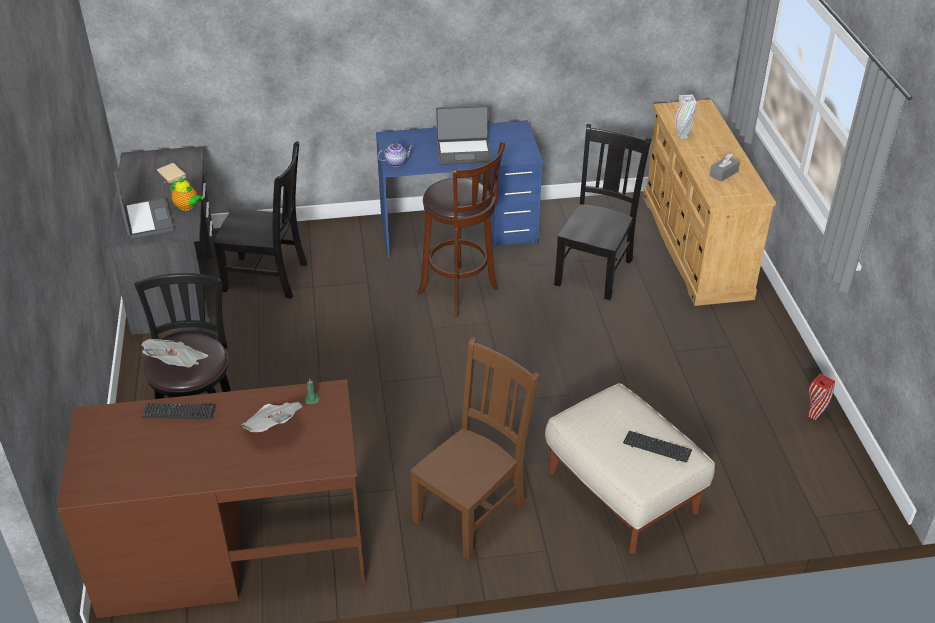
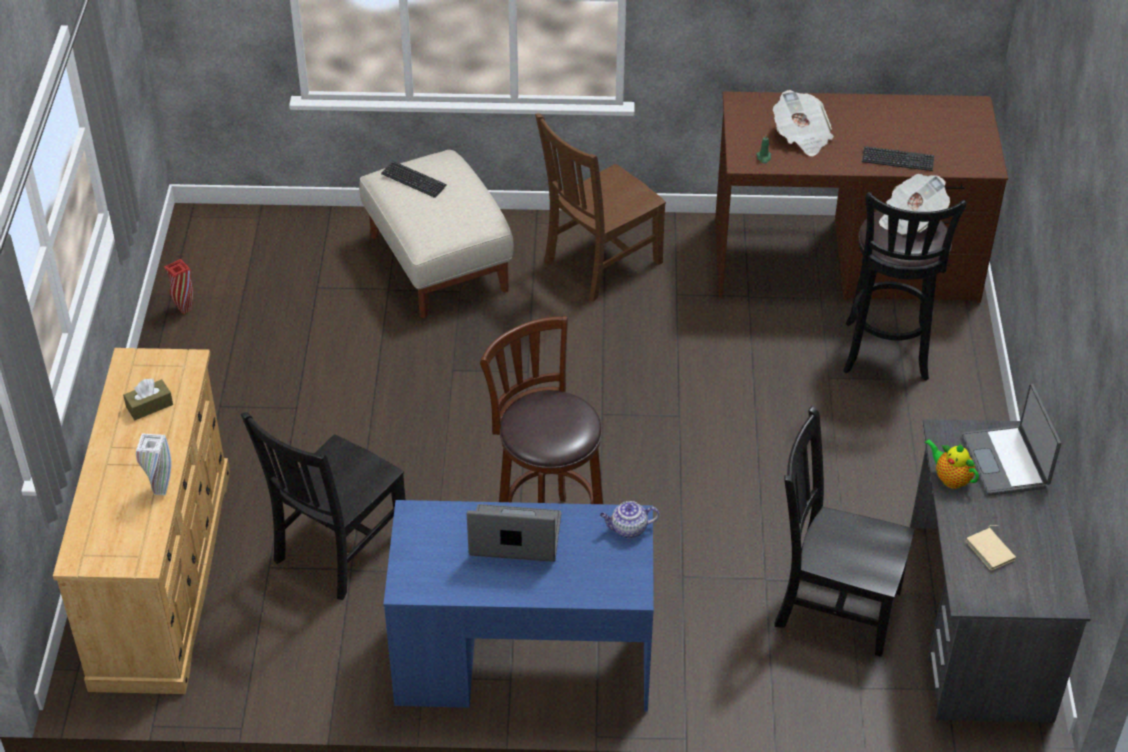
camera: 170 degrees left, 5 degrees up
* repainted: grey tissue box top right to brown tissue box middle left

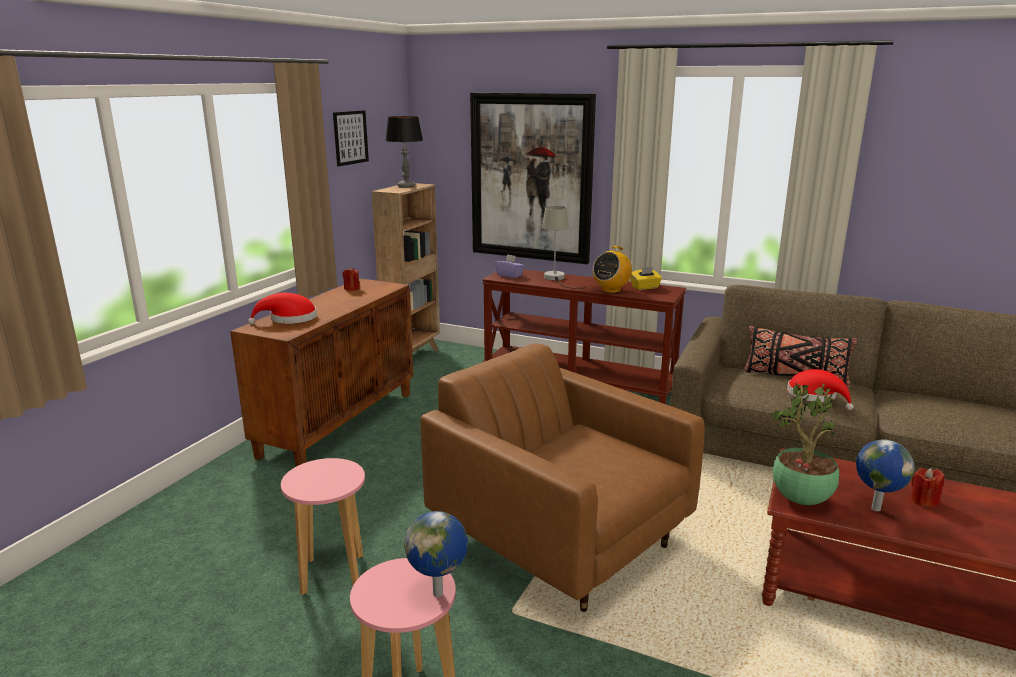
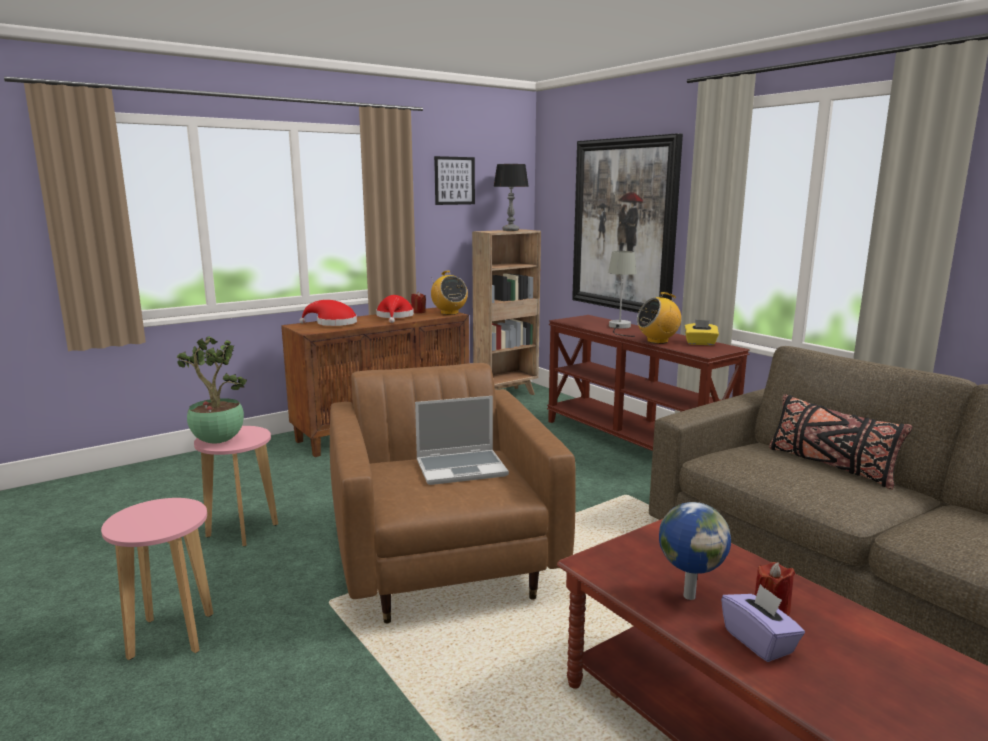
camera: 30 degrees right, 5 degrees down
* gone: globe (no. 1 from left) bottom centre
* shifted: purple tissue box centre to bottom right
* shifted: potted plant middle right to middle left
* shifted: red hat (no. 2 from left) middle right to centre
* new: laptop centre
* new: radio (no. 1 from left) centre

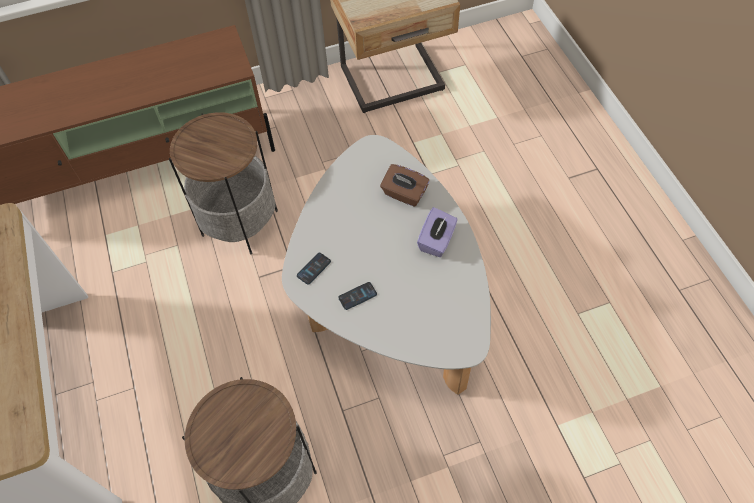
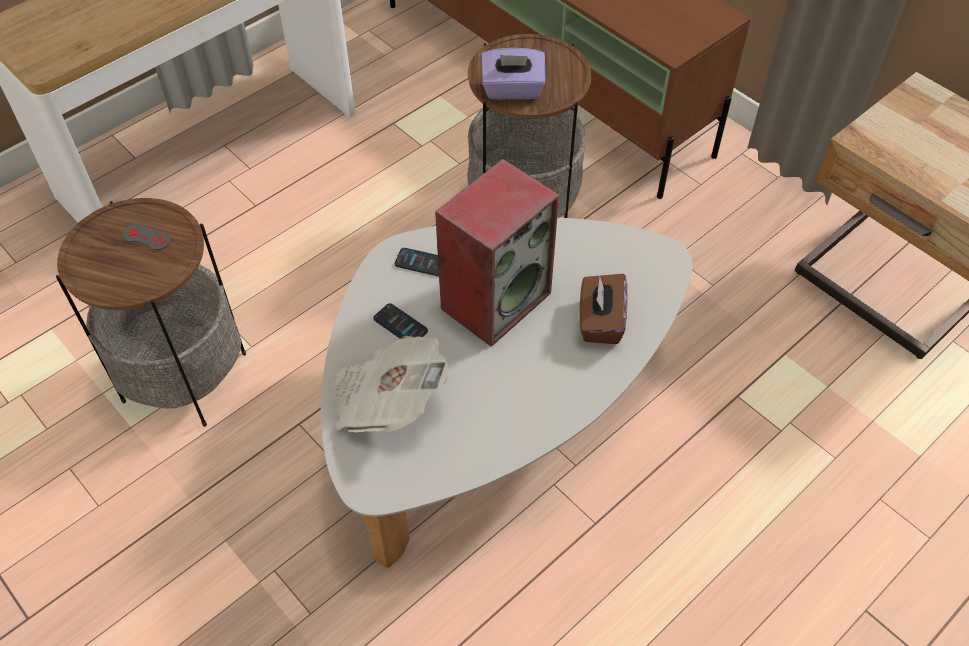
camera: 65 degrees right, 5 degrees down
* shifted: purple tissue box centre to top centre
* new: grey game controller middle left
* new: newspaper centre
* new: speaker centre

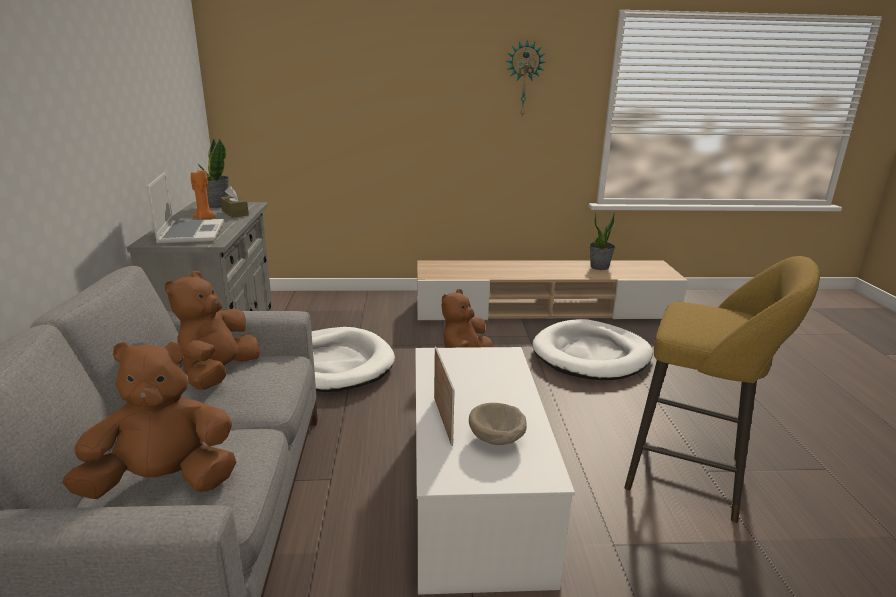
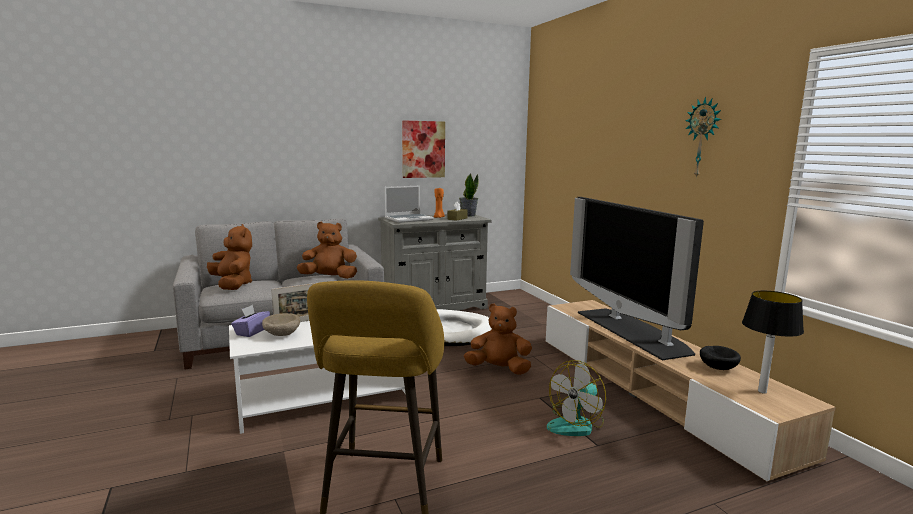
camera: 70 degrees right, 10 degrees down
* swapped: white dog bed (no. 2 from left) centre to fan bottom centre
* swapped: potted plant (no. 2 from left) middle right to black bowl bottom right
* new: purple tissue box middle left
* new: picture top centre
* new: television middle right
* new: table lamp middle right

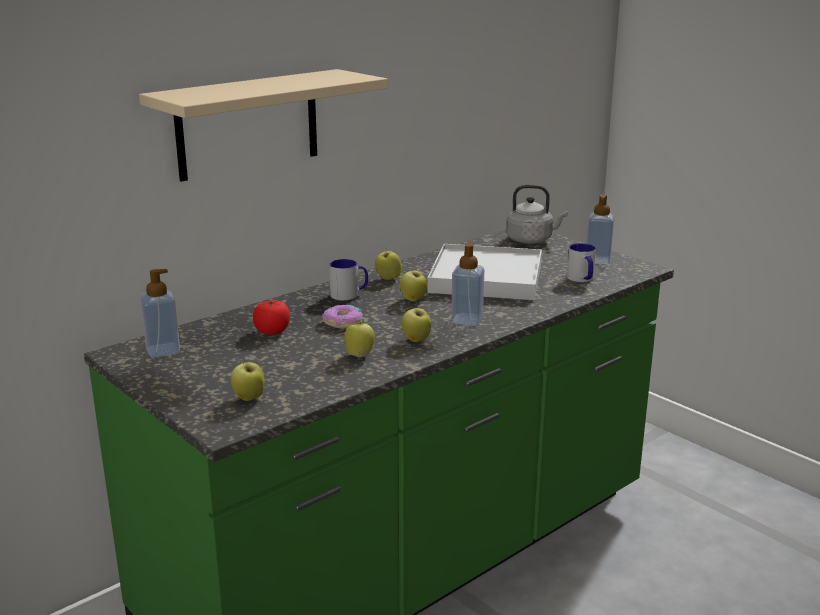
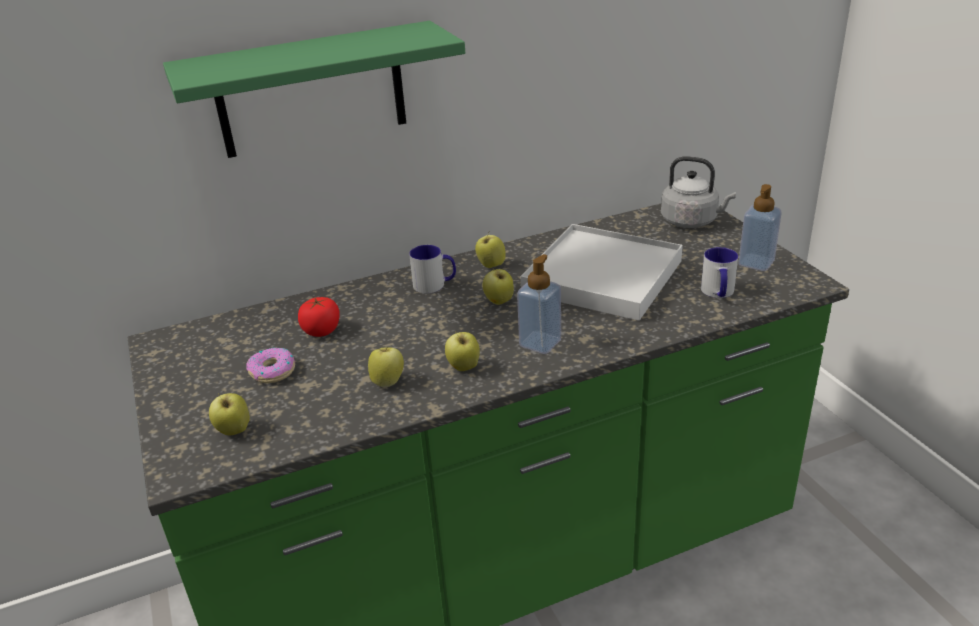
camera: 20 degrees right, 10 degrees up
* repainted: beige shelf top left to green shelf top left
* gone: soap dispenser (no. 1 from left) middle left
* shifted: donut centre to middle left

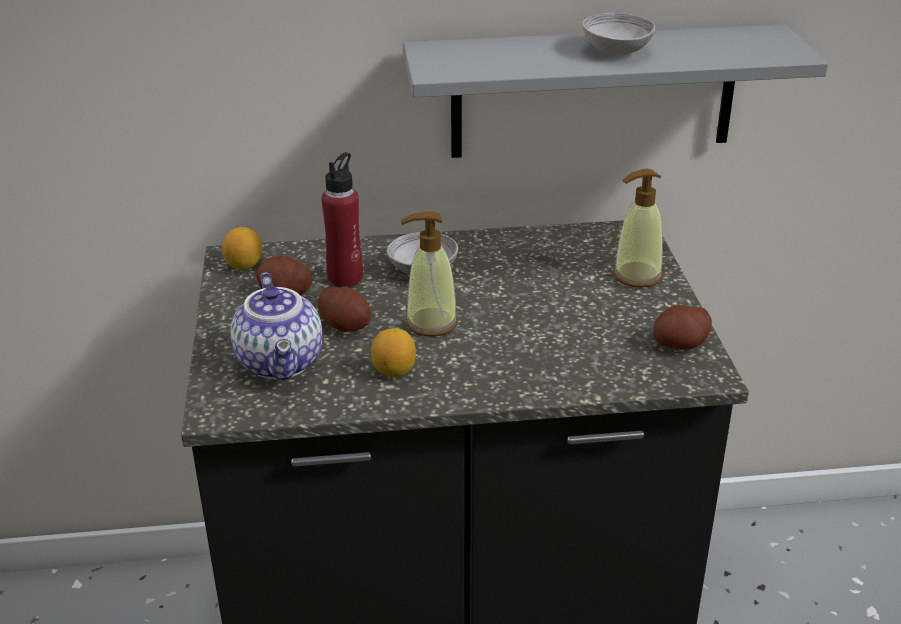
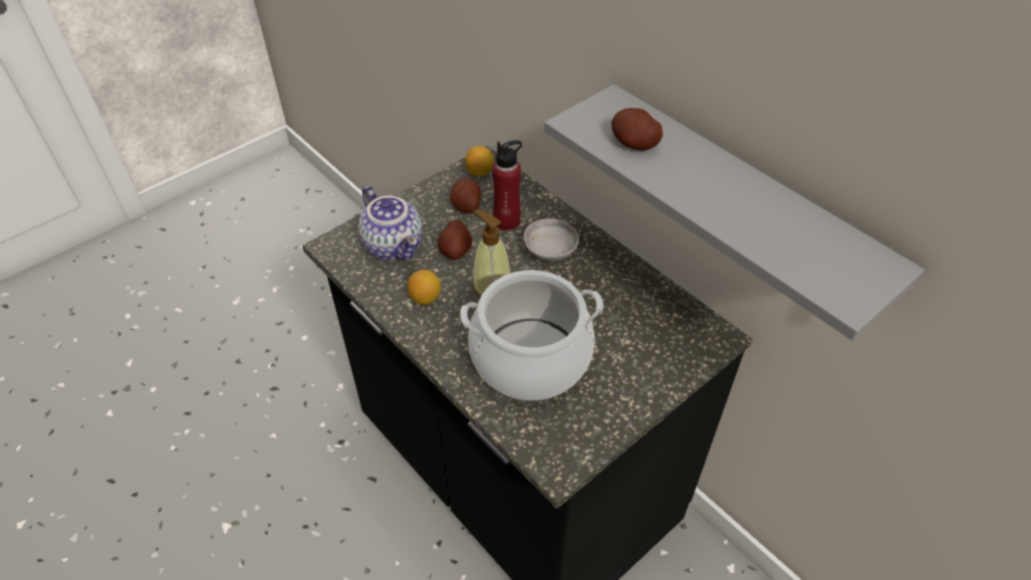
camera: 55 degrees right, 15 degrees up
* rotated: teapot middle left = centre 75 degrees counterclockwise
* gone: grey bowl (no. 2 from left) top right
* gone: soap dispenser (no. 2 from left) middle right
* shifted: potato (no. 3 from left) middle right to top centre
* new: cooking pot centre

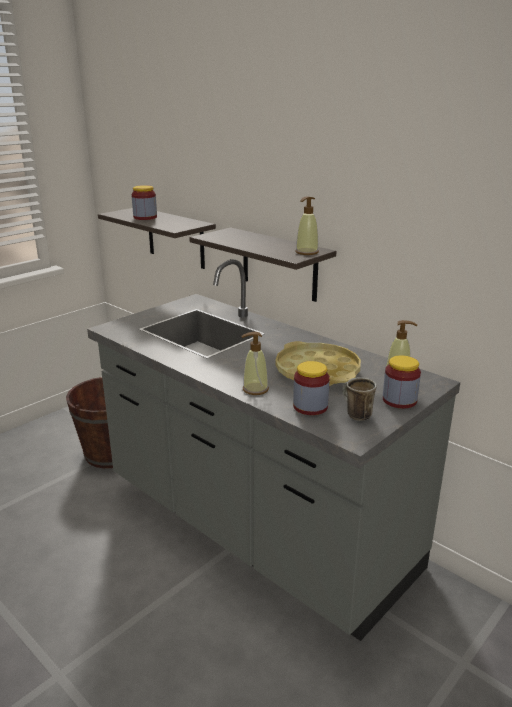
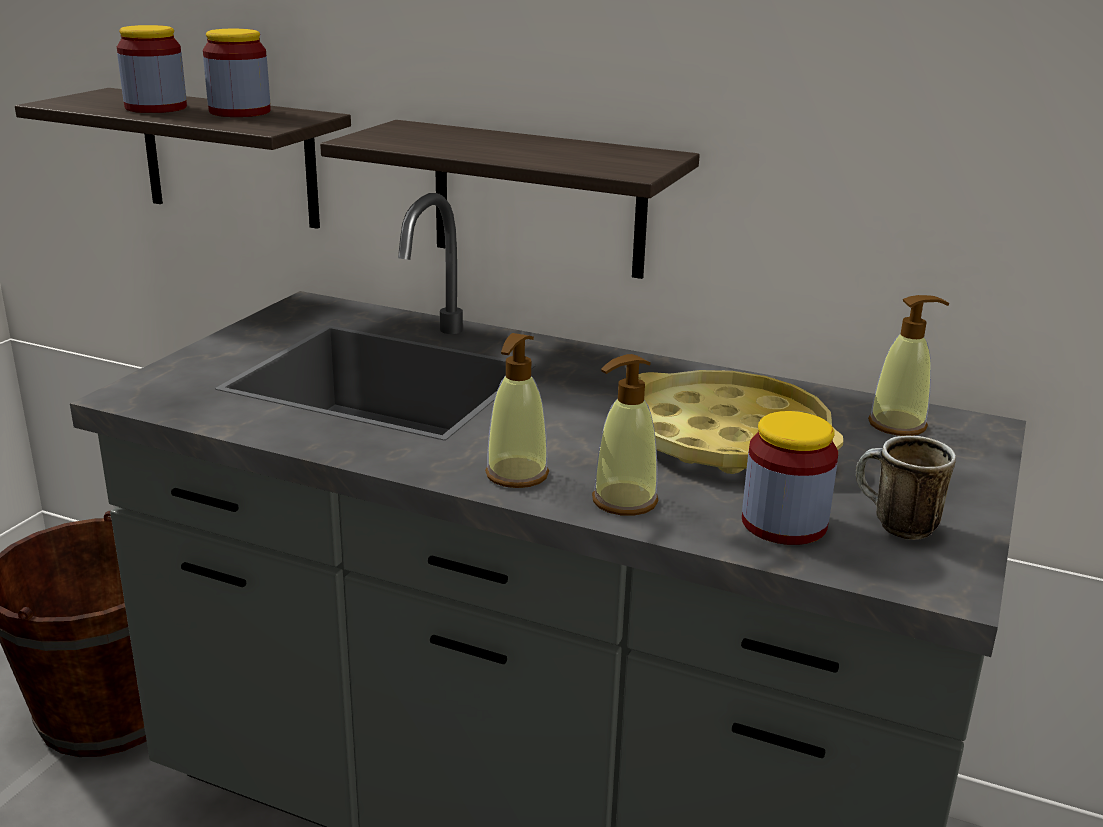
camera: 20 degrees left, 0 degrees up
* shifted: soap dispenser (no. 2 from left in the first image) top centre to soap dispenser (no. 1 from left) centre
* shifted: jar (no. 3 from left in the first image) middle right to jar (no. 2 from left) top left

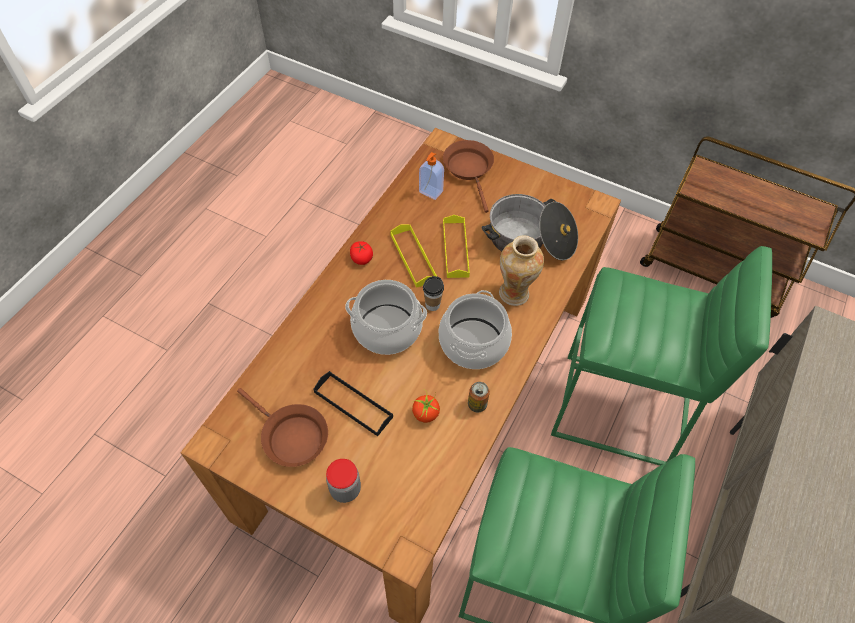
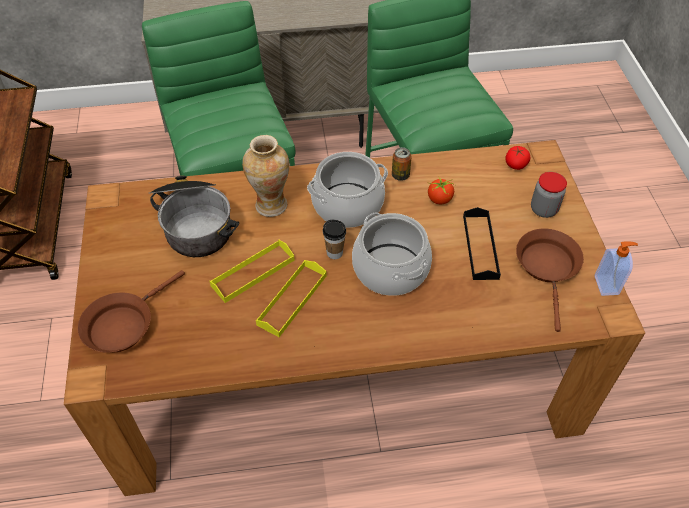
camera: 125 degrees left, 5 degrees down
* shifted: tomato (no. 1 from left in the first image) centre to tomato (no. 2 from left) top right
* shifted: soap dispenser top centre to middle right

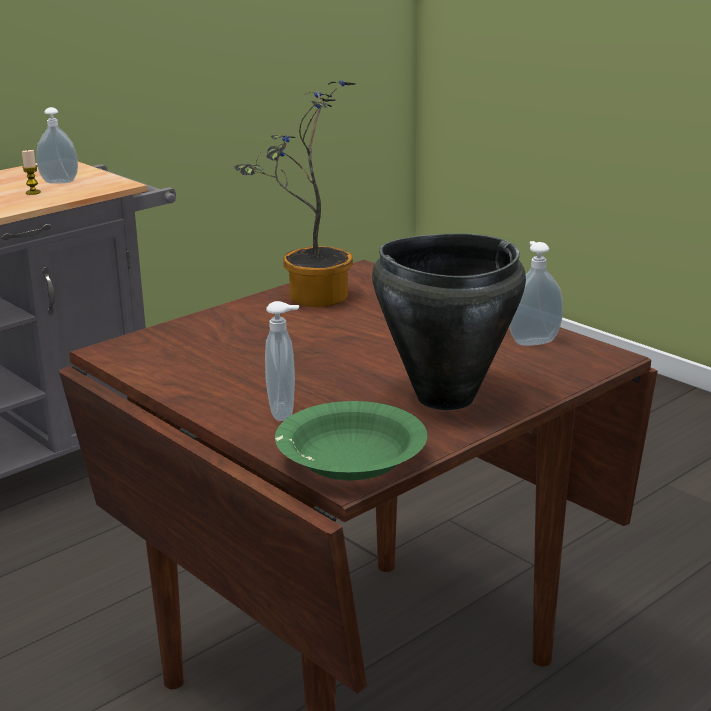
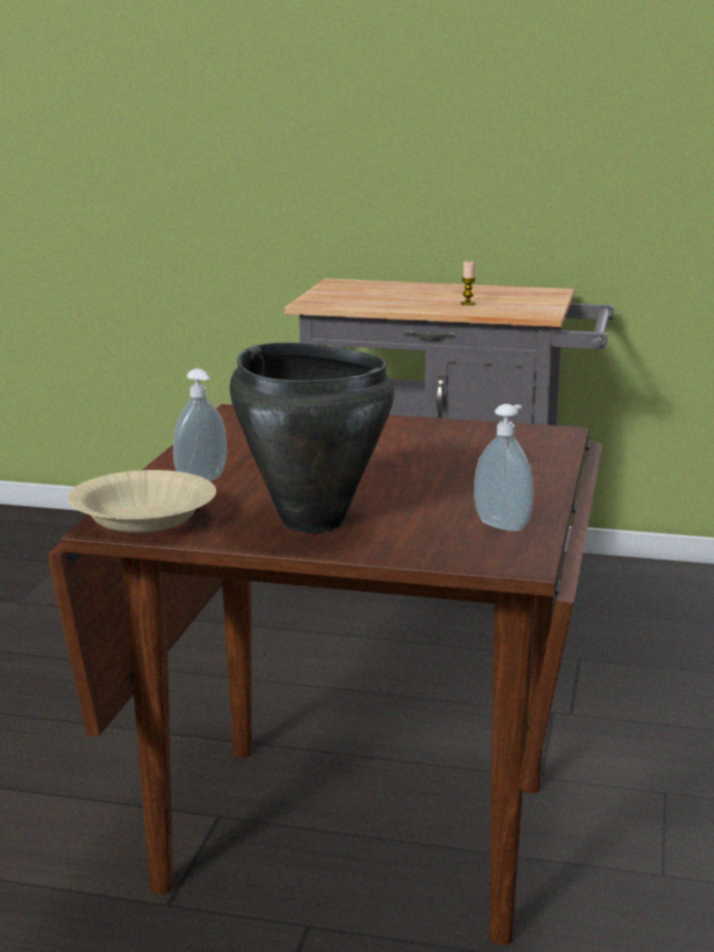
camera: 55 degrees right, 5 degrees down
* gone: soap dispenser (no. 1 from left) top left
* gone: potted plant top centre
* repainted: green bowl centre to beige bowl middle left

